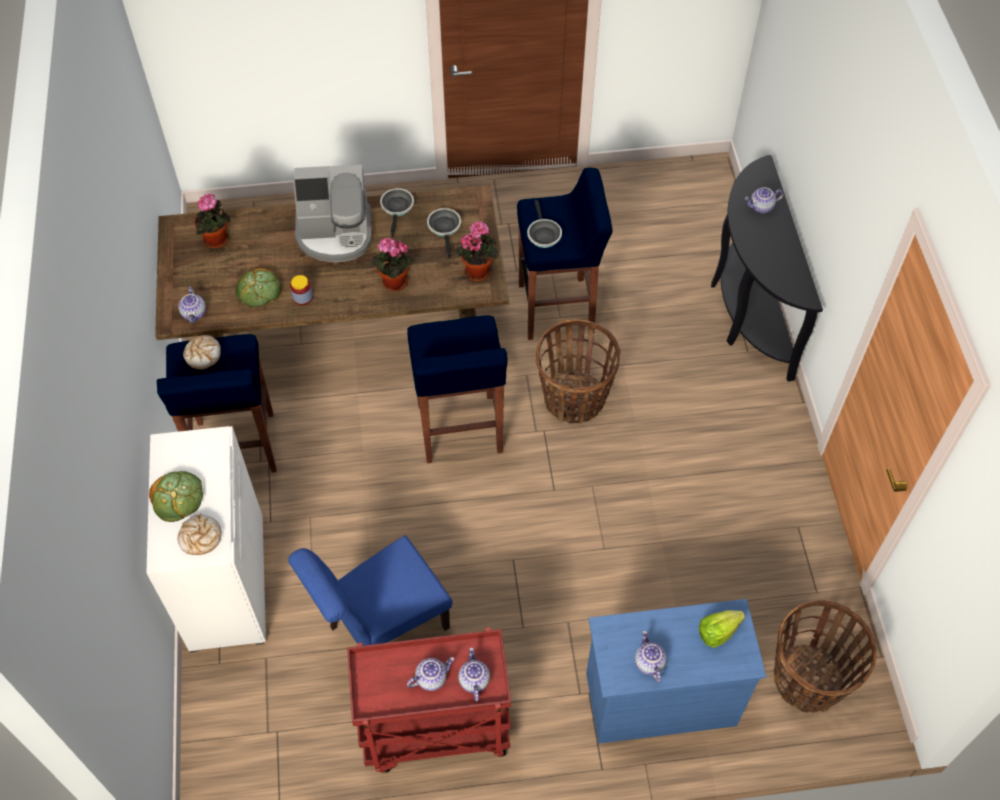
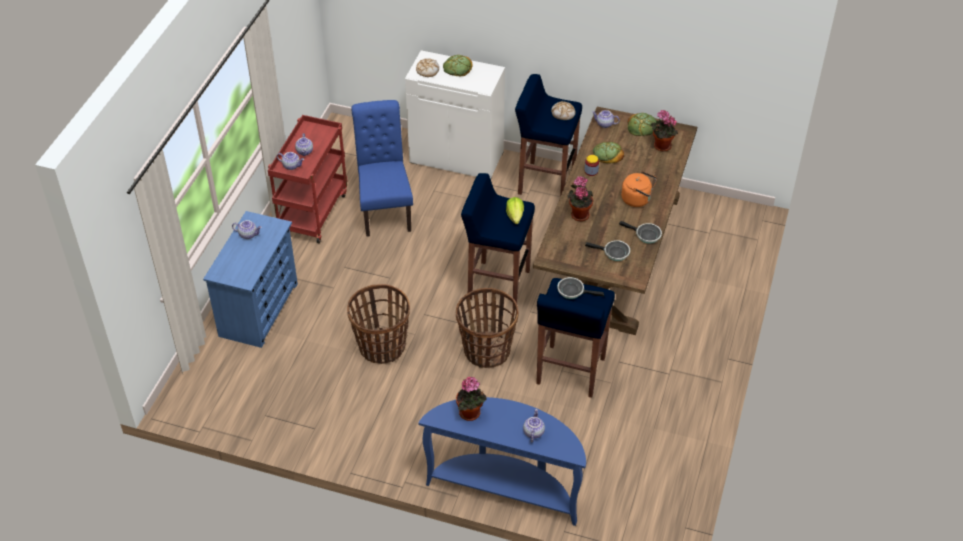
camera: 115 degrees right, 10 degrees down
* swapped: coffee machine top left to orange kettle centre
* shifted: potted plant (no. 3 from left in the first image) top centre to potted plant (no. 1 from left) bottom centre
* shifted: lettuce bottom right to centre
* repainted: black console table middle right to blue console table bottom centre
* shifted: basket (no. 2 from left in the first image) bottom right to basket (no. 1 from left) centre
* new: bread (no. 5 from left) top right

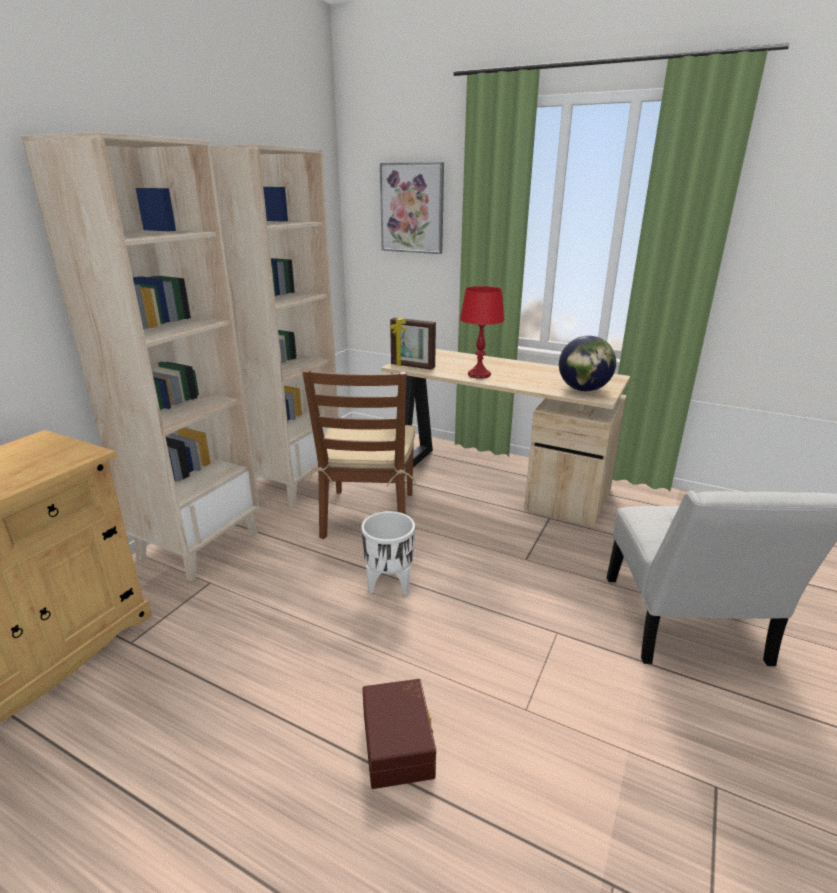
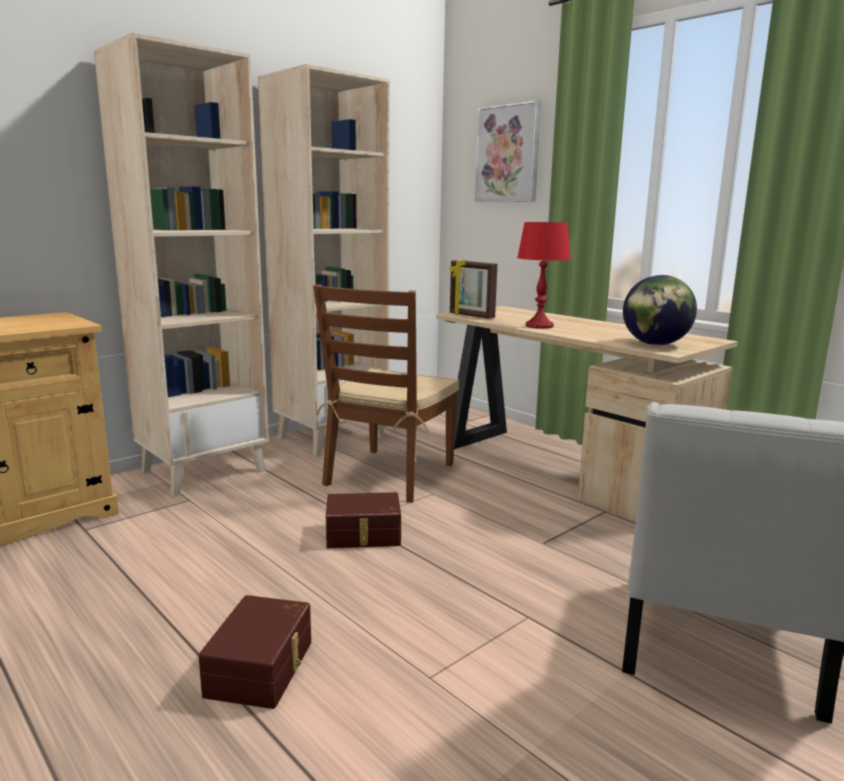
camera: 20 degrees right, 10 degrees down
* swapped: white planter centre to brown storage box (no. 2 from left) centre

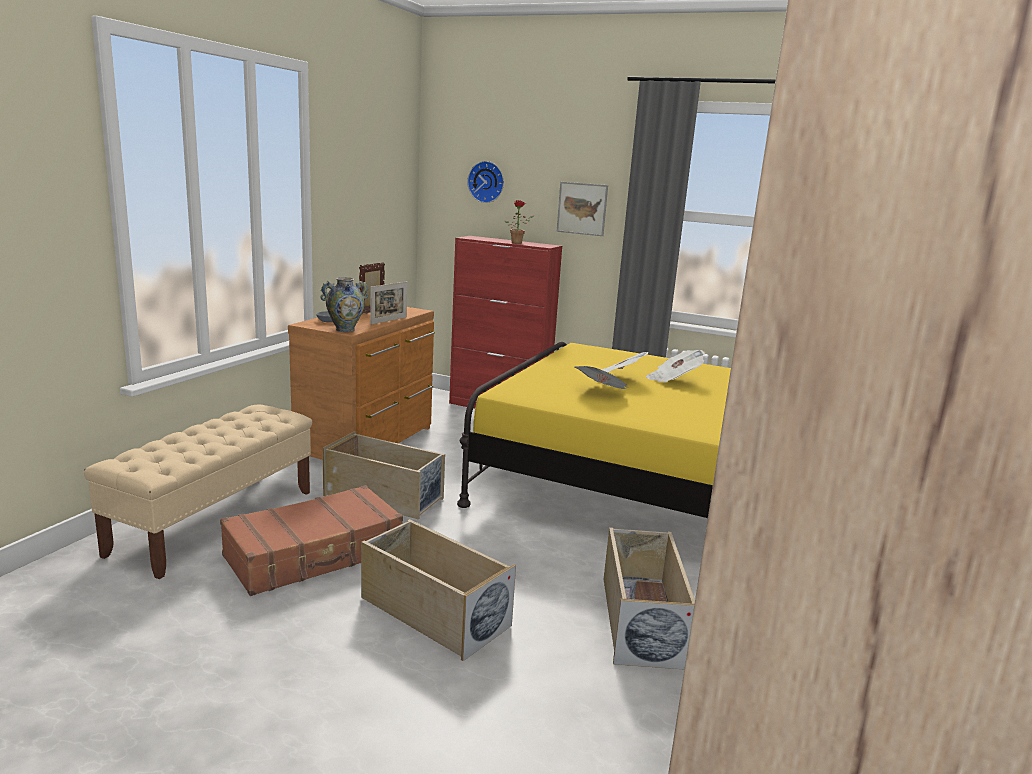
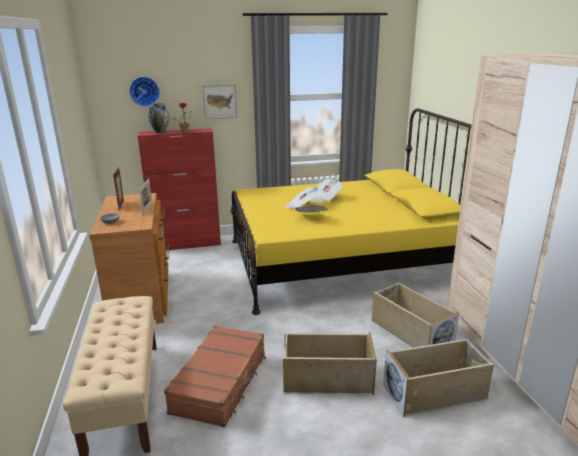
camera: 35 degrees left, 5 degrees up
* shifted: vase centre to top left
* shifted: beige storage box (no. 1 from left in the first image) centre to beige storage box (no. 3 from left) bottom right

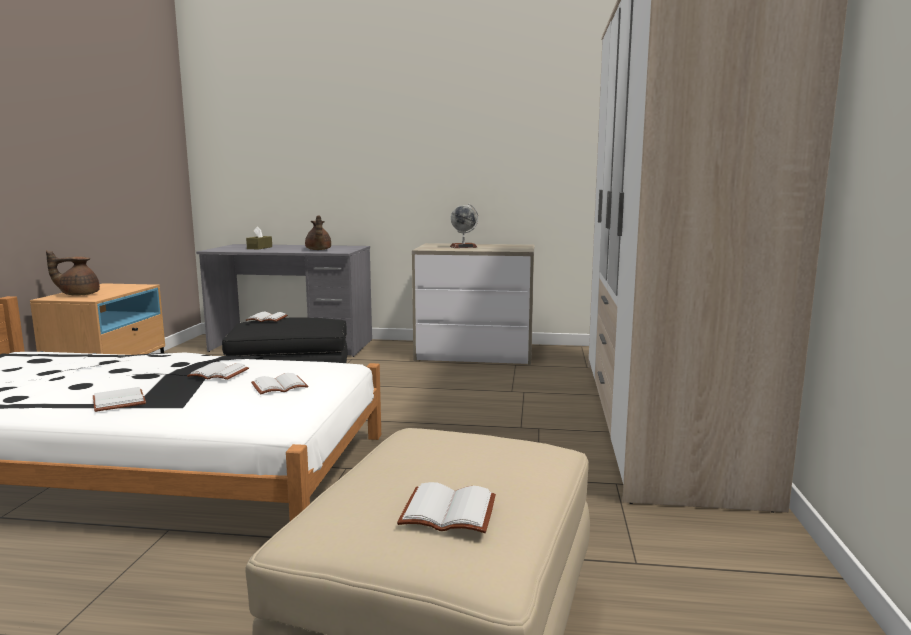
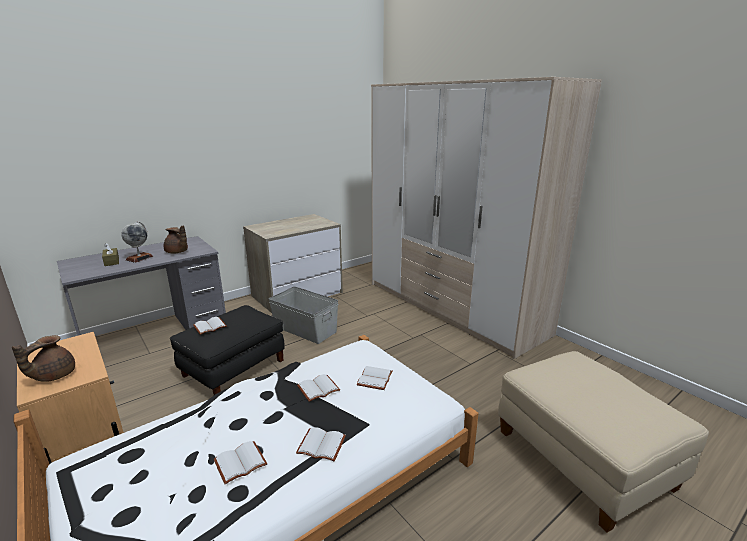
camera: 45 degrees left, 10 degrees up
* shifted: white book (no. 5 from left in the first image) bottom centre to white book (no. 2 from left) bottom left
* shifted: globe centre to middle left
* new: grey storage box centre

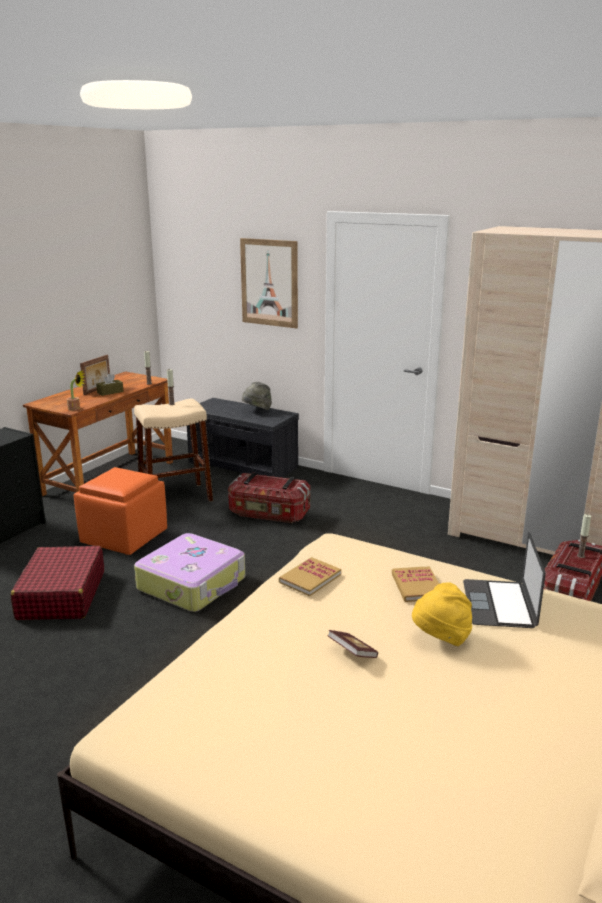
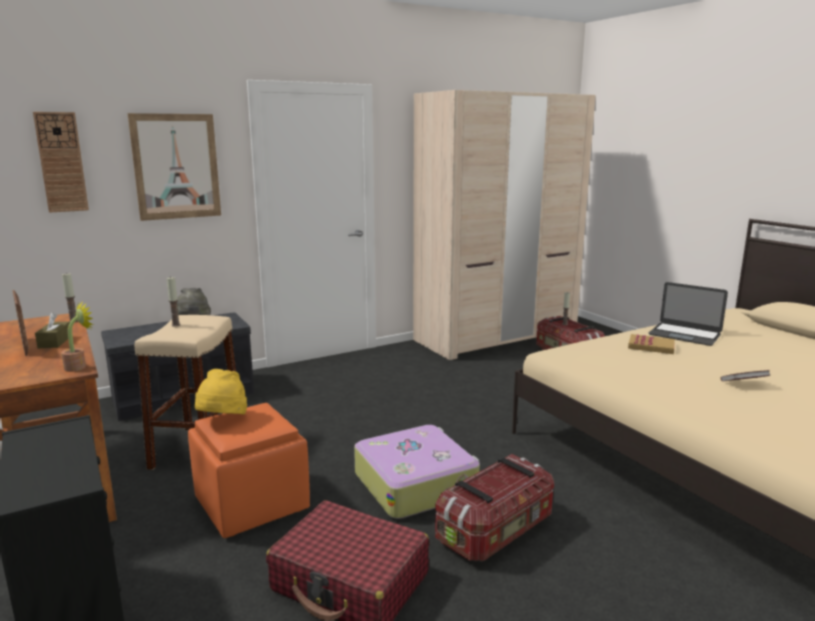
camera: 60 degrees left, 5 degrees down
* shifted: storage box (no. 1 from left) centre to bottom centre
* gone: book (no. 1 from left) centre
* shifted: yellow hat bottom right to middle left
* new: wall clock top left

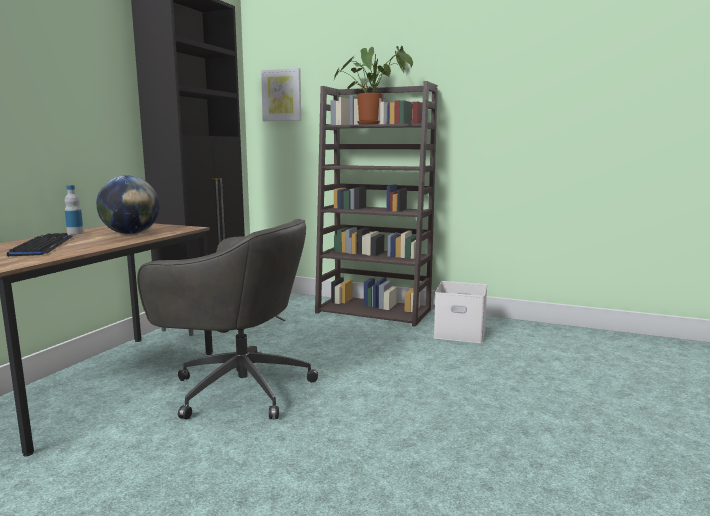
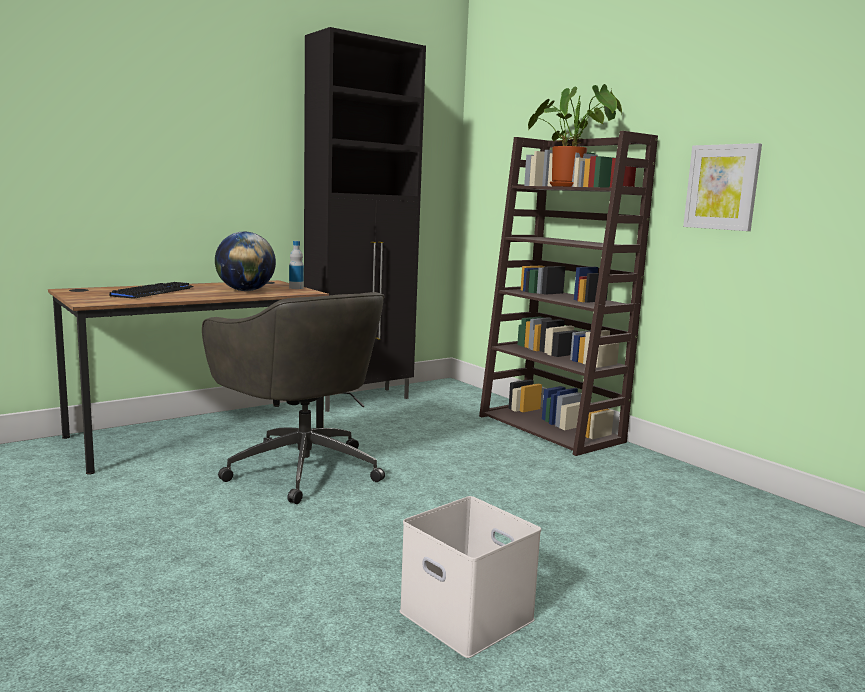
camera: 30 degrees right, 0 degrees up
* shifted: bottle middle left to centre
* shifted: picture top centre to top right
* shifted: white storage box centre to bottom centre

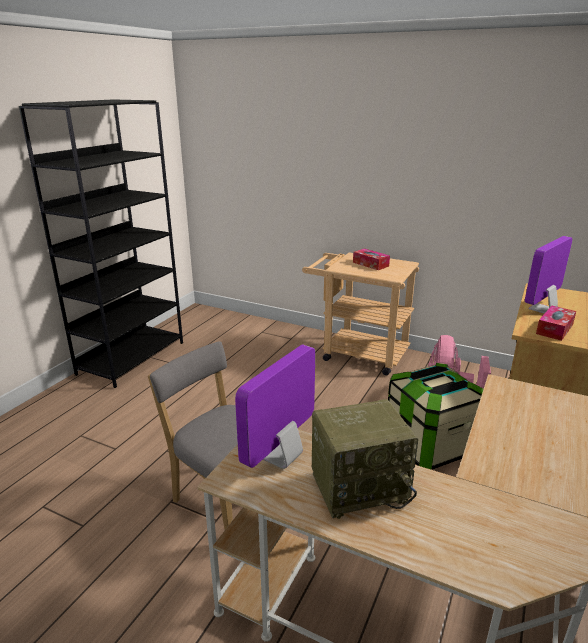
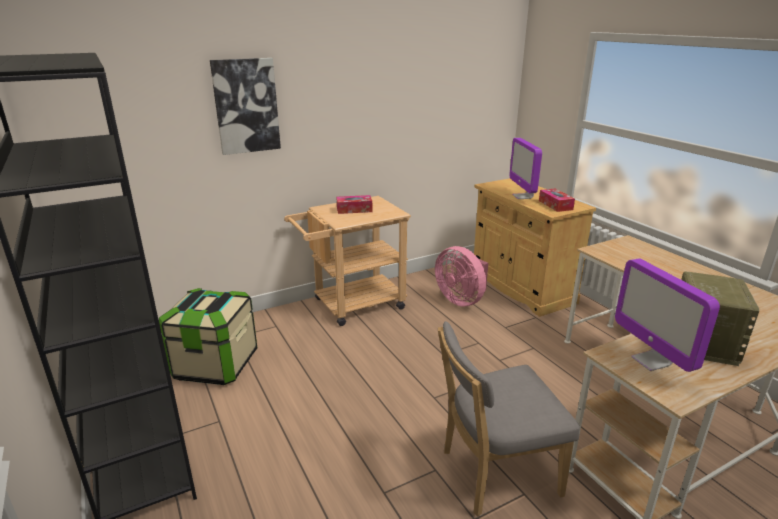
camera: 55 degrees left, 0 degrees up
* shifted: storage box middle right to middle left
* new: picture top left

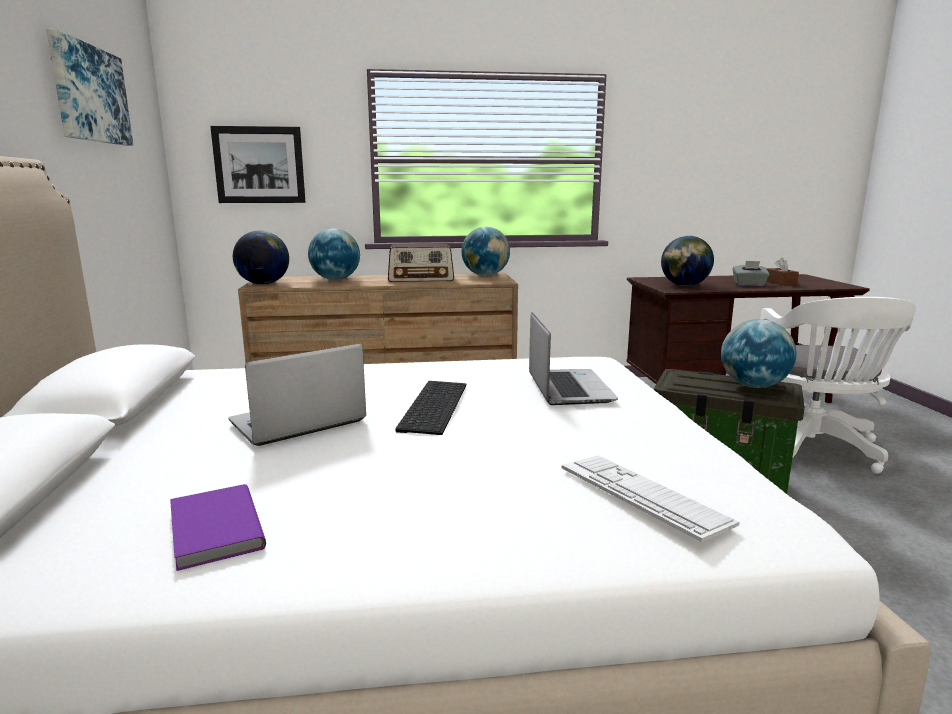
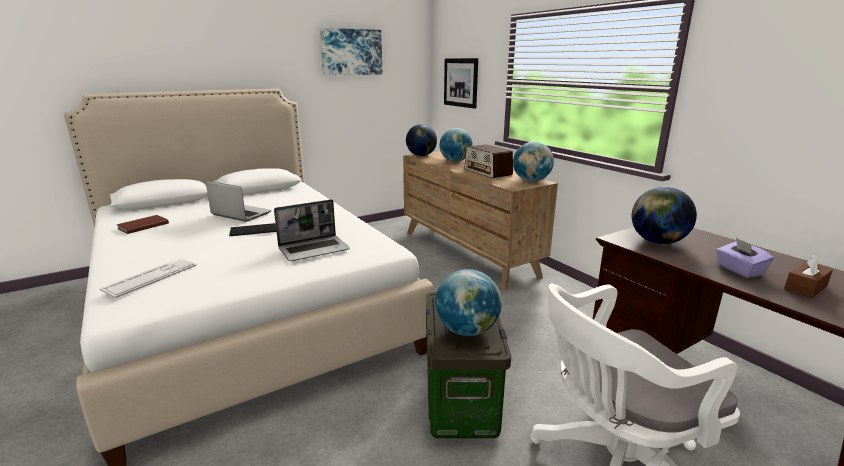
camera: 65 degrees right, 5 degrees up
* repainted: purple book bottom left to brown book middle left
* repainted: grey tissue box middle right to purple tissue box middle right

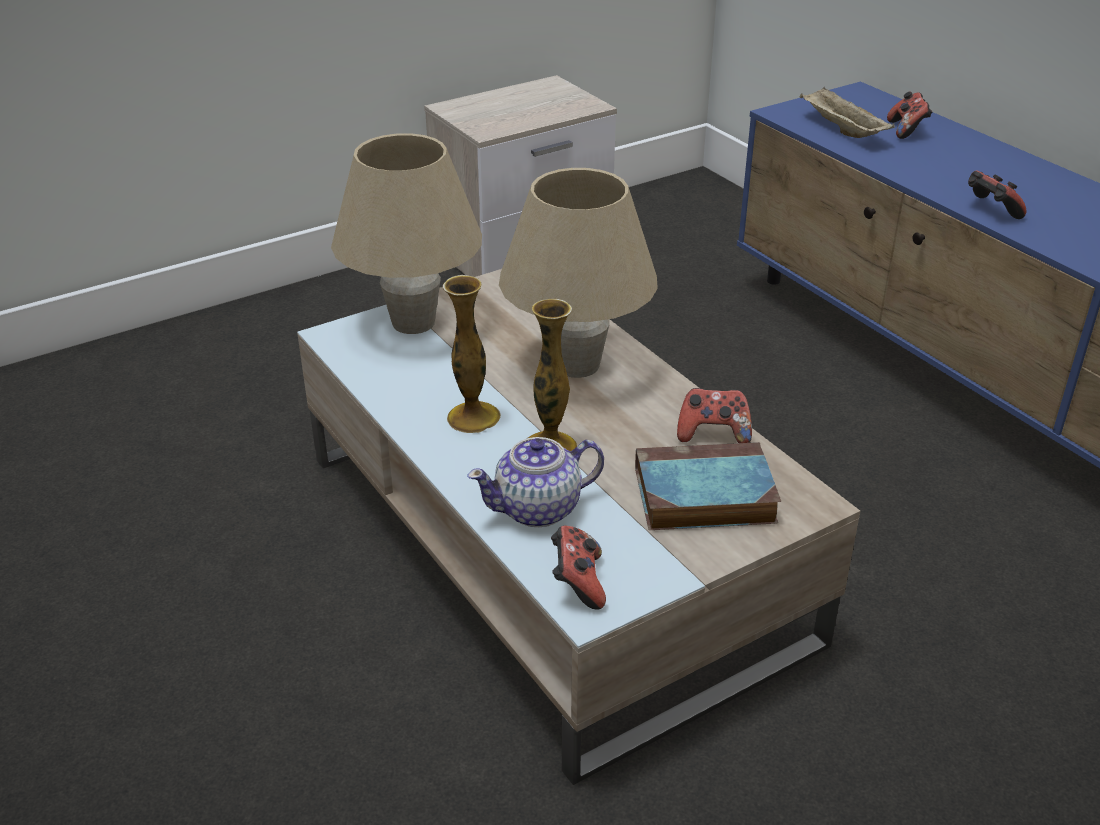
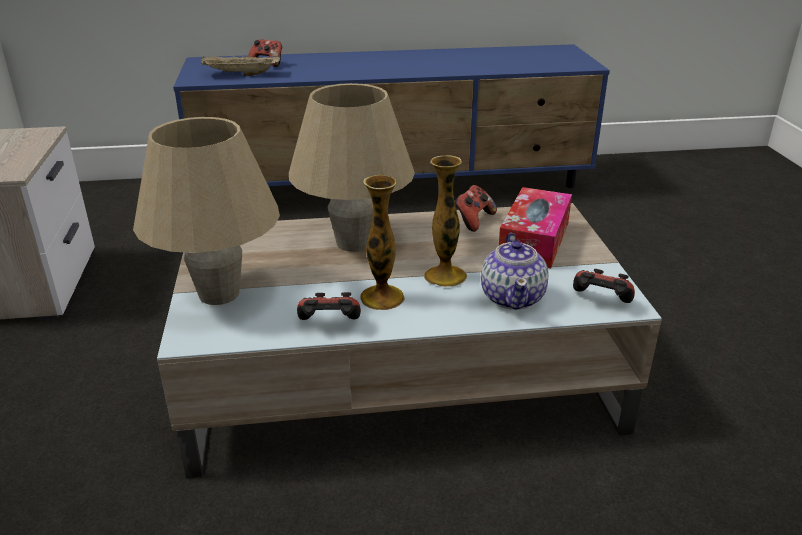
camera: 65 degrees left, 5 degrees down
* swapped: book centre to tissue box middle right
* shifted: game controller (no. 4 from left in the first image) top right to game controller (no. 2 from left) centre

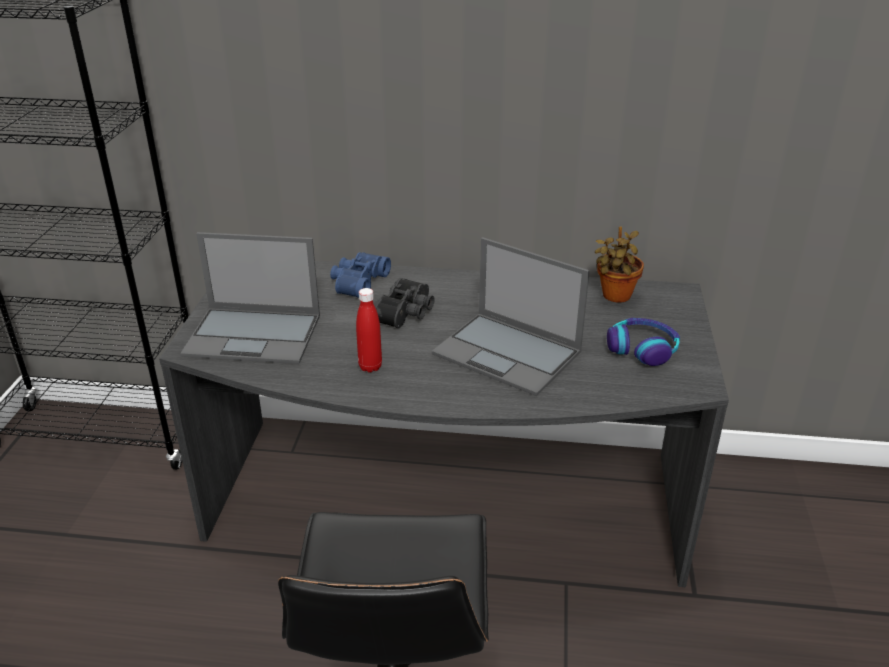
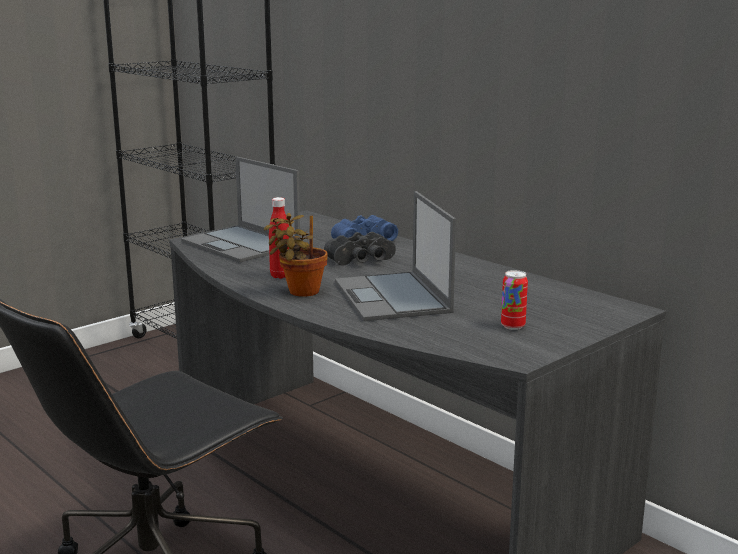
camera: 40 degrees right, 15 degrees down
* shifted: potted plant middle right to centre
* swapped: headphones middle right to can middle right

